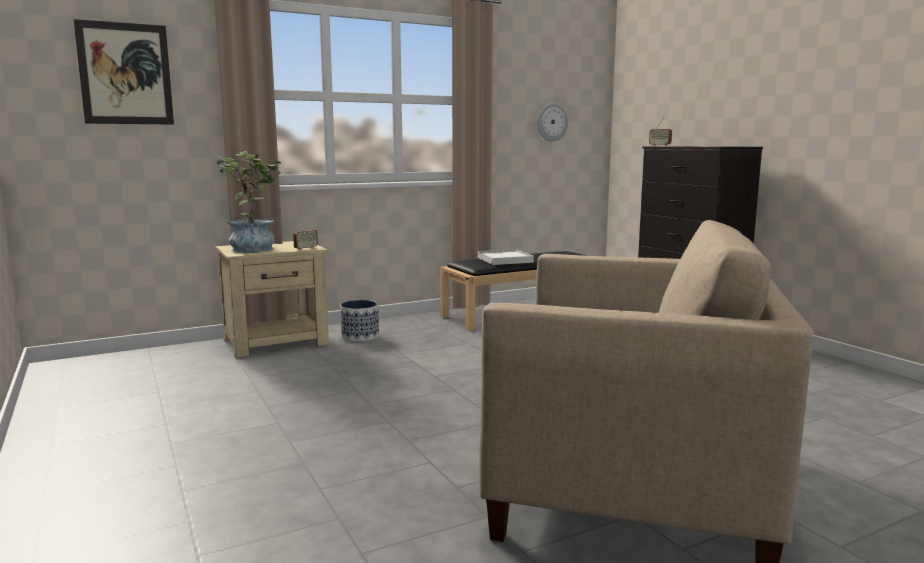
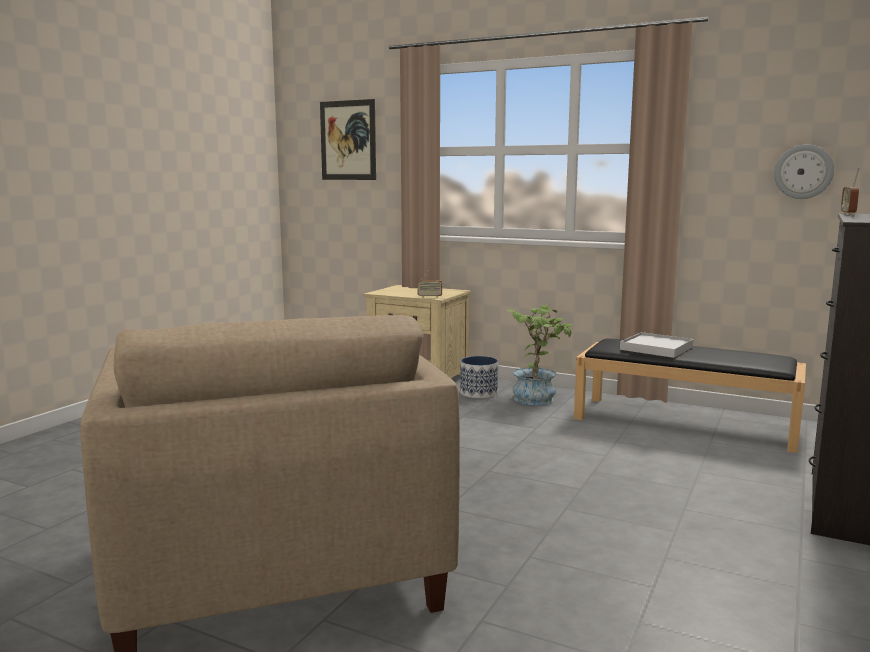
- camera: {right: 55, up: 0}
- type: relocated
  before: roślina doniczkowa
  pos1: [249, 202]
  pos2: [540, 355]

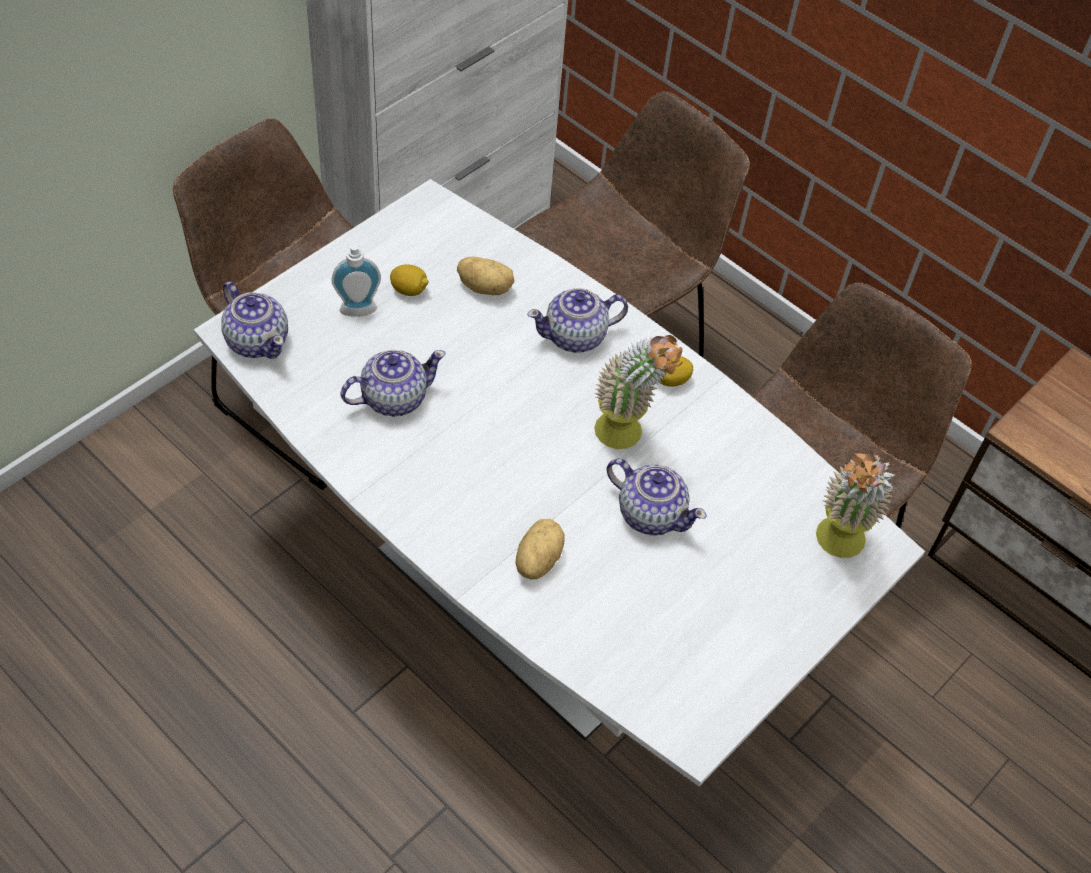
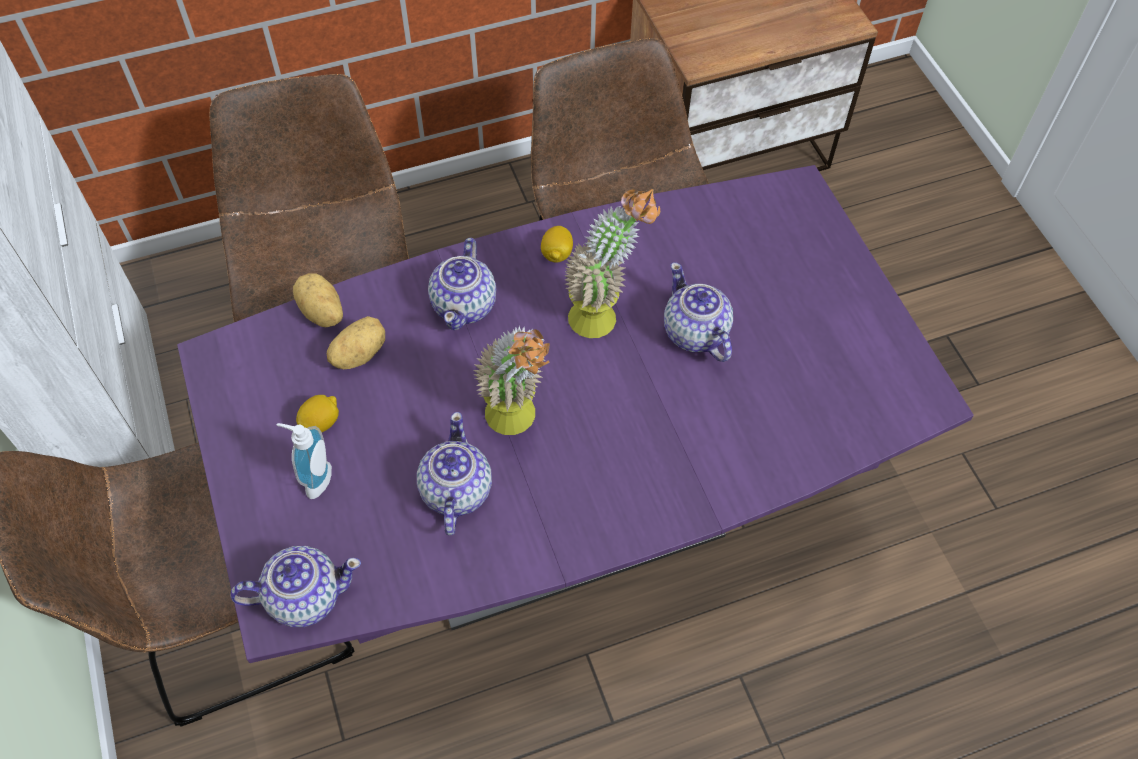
- camera: {right: -60, up: 5}
- type: colour
  before: stół jadalny (biały)
  after: stół jadalny (fioletowy)
  pos1: [559, 482]
  pos2: [575, 414]
- type: relocated
  before: roślina doniczkowa
  pos1: [855, 504]
  pos2: [511, 380]
- type: spun
  before: imbryk
  pos1: [657, 496]
  pos2: [698, 312]
  turn: -90
- type: relocated
  before: ziemniak
  pos1: [539, 549]
  pos2: [318, 300]

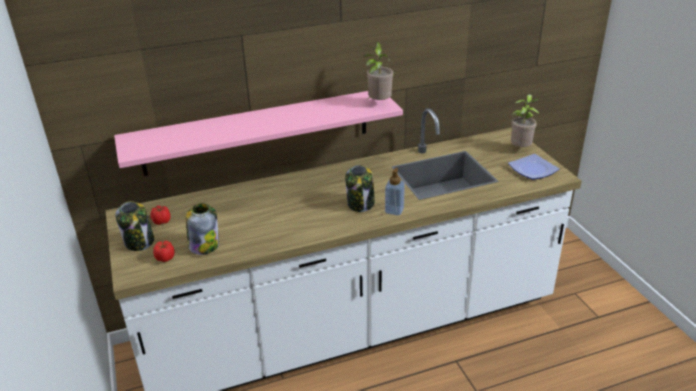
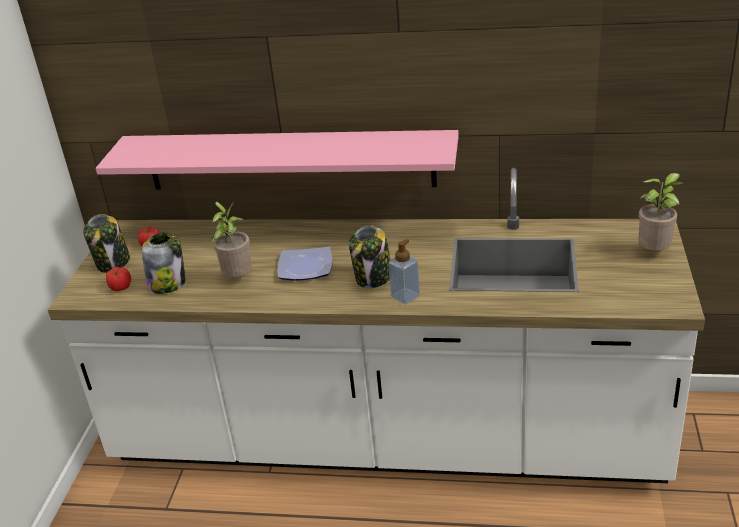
- camera: {right: 30, up: 0}
- type: relocated
  before: roślina doniczkowa
  pos1: [378, 71]
  pos2: [231, 239]
- type: relocated
  before: talerz
  pos1: [534, 167]
  pos2: [305, 264]

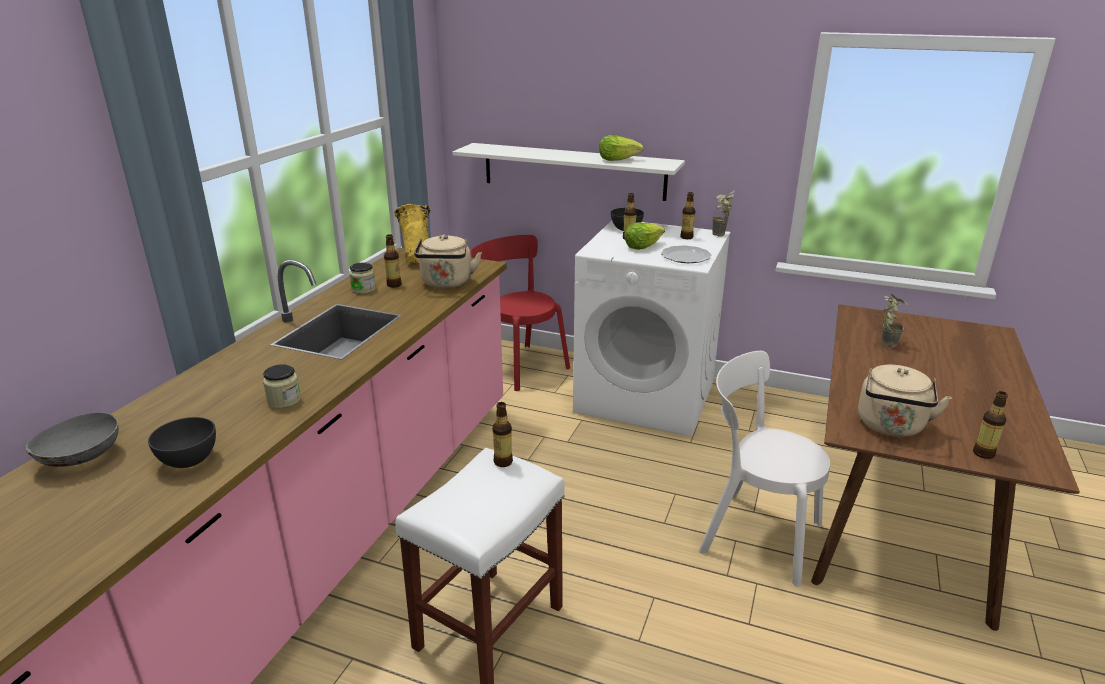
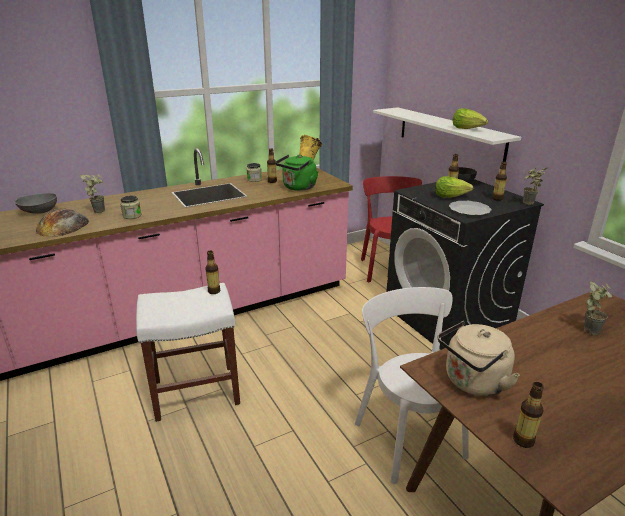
- camera: {right: 40, up: 0}
- type: colour
  before: pralka (biały)
  after: pralka (czarny)
  pos1: [651, 328]
  pos2: [465, 264]
- type: colour
  before: czajnik (beżowy)
  after: czajnik (zielony)
  pos1: [448, 262]
  pos2: [297, 172]
- type: exchanged
  before: miska (szary)
  after: chleb
  pos1: [182, 442]
  pos2: [62, 222]
- type: appeared
  after: roślina doniczkowa
  pos2: [92, 193]

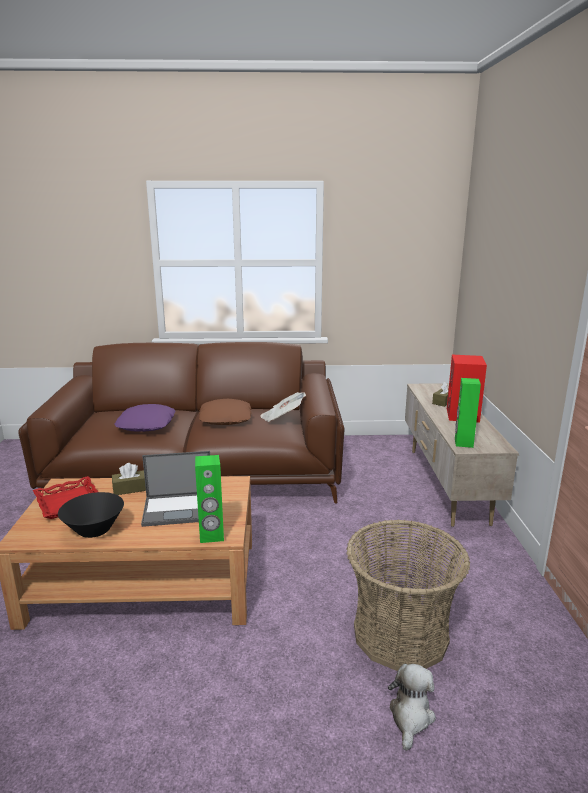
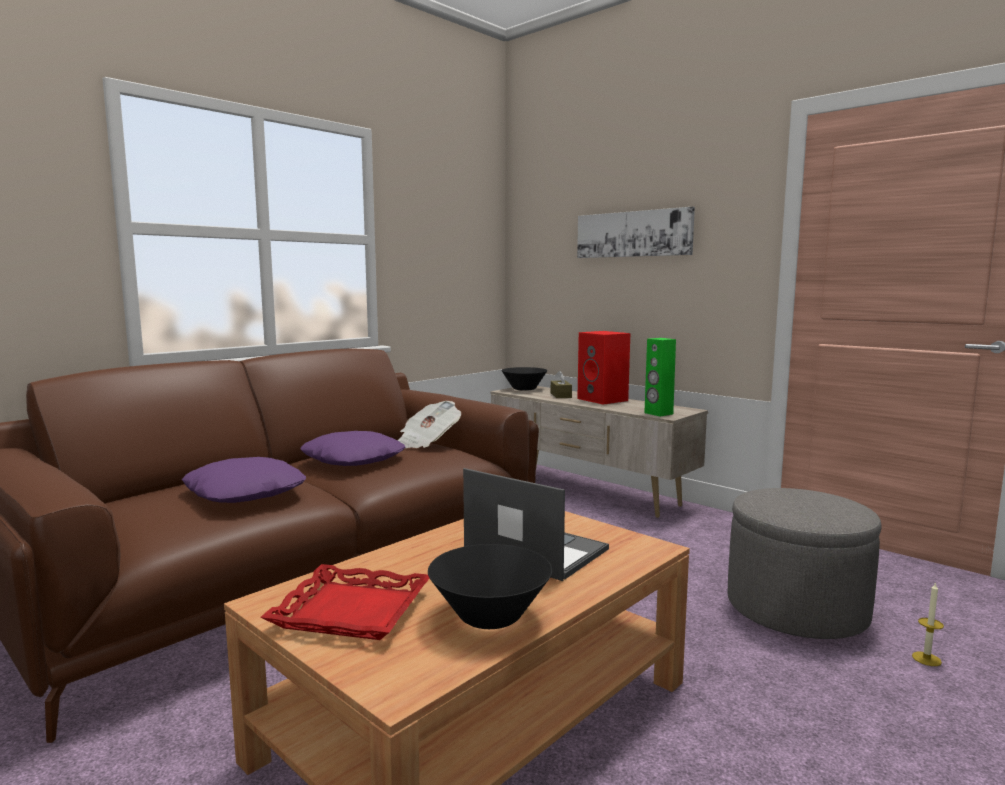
- camera: {right: -45, up: -10}
- type: colour
  before: poduszka (brązowy)
  after: poduszka (fioletowy)
  pos1: [225, 412]
  pos2: [353, 448]
- type: spun
  before: laptop
  pos1: [175, 489]
  pos2: [536, 524]
  turn: -90
- type: missing
  before: głośnik (zielony)
  pos1: [209, 499]
- type: missing
  before: pudełko chusteczek (brązowy)
  pos1: [129, 479]
- type: exchanged
  before: koszyk
  after: pufa (szary)
  pos1: [408, 595]
  pos2: [804, 563]
- type: exchanged
  before: pluszak
  after: świeca
  pos1: [412, 707]
  pos2: [928, 624]
- type: appeared
  after: obraz
  pos2: [636, 232]
- type: appeared
  after: miska (czarny)
  pos2: [524, 379]

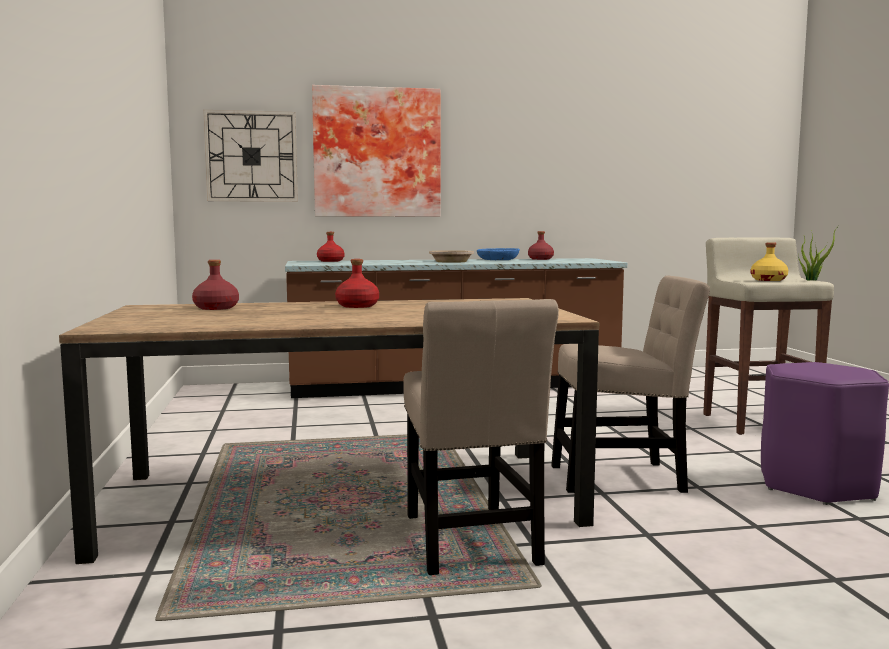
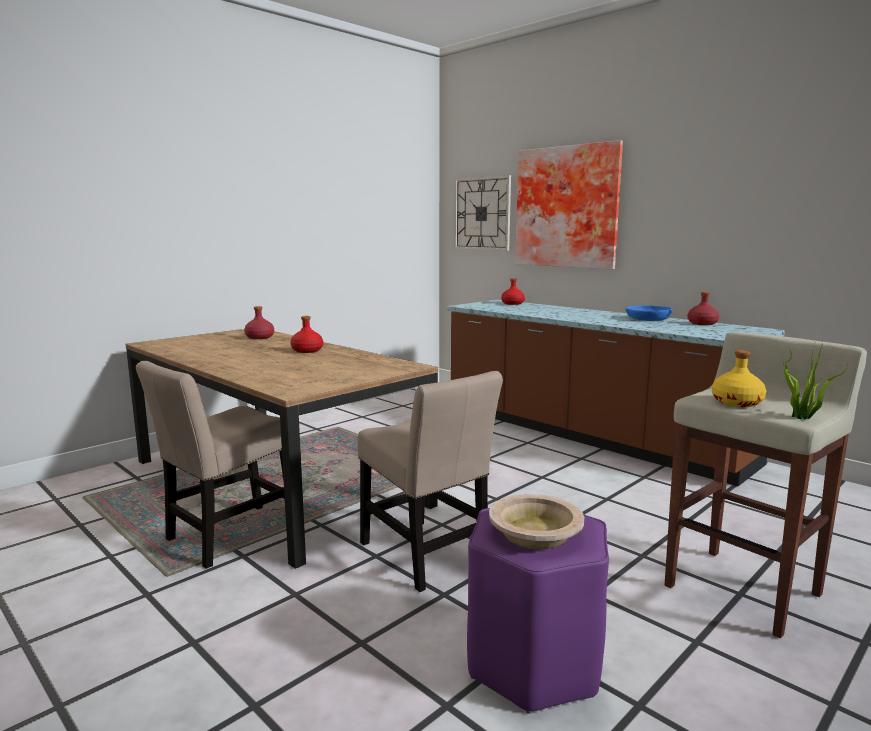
- camera: {right: 55, up: 5}
- type: relocated
  before: miska (beżowy)
  pos1: [451, 256]
  pos2: [536, 521]

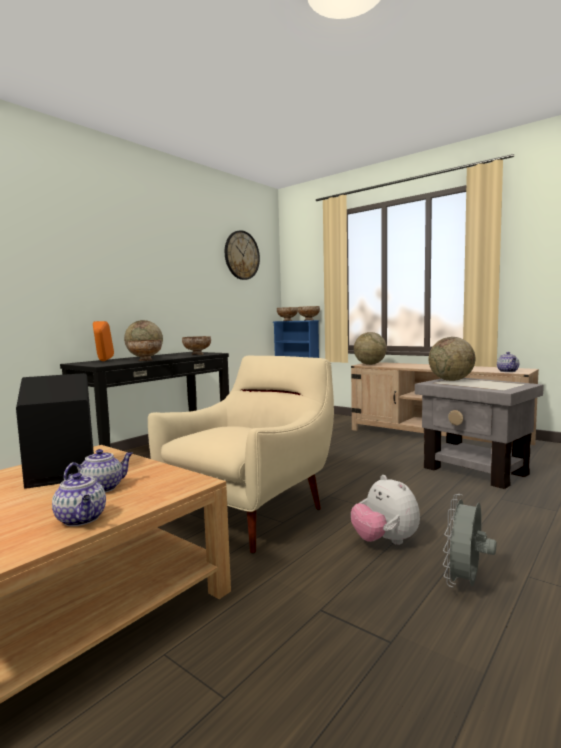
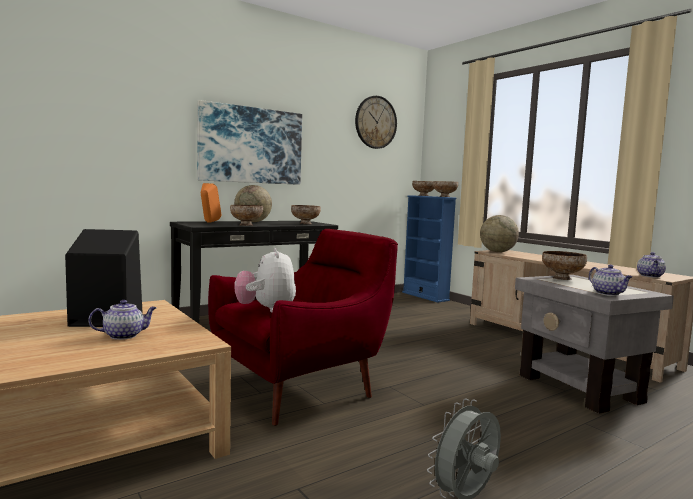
- camera: {right: 15, up: 0}
- type: exchanged
  before: globus
  after: miska
  pos1: [452, 359]
  pos2: [564, 265]
- type: colour
  before: fotel (beżowy)
  after: fotel (czerwony)
  pos1: [241, 455]
  pos2: [303, 327]
- type: relocated
  before: imbryk
  pos1: [79, 499]
  pos2: [610, 280]
- type: relocated
  before: pluszak
  pos1: [385, 510]
  pos2: [265, 280]
- type: appeared
  after: obraz
  pos2: [249, 142]

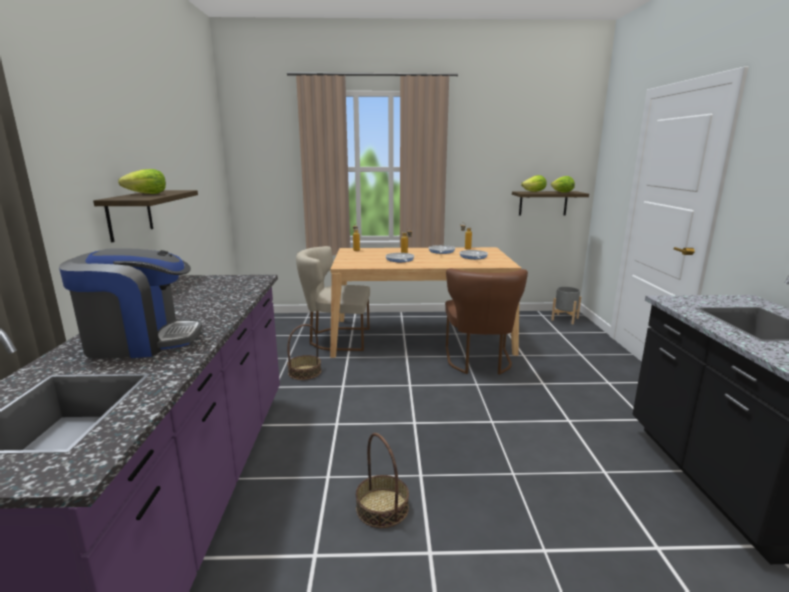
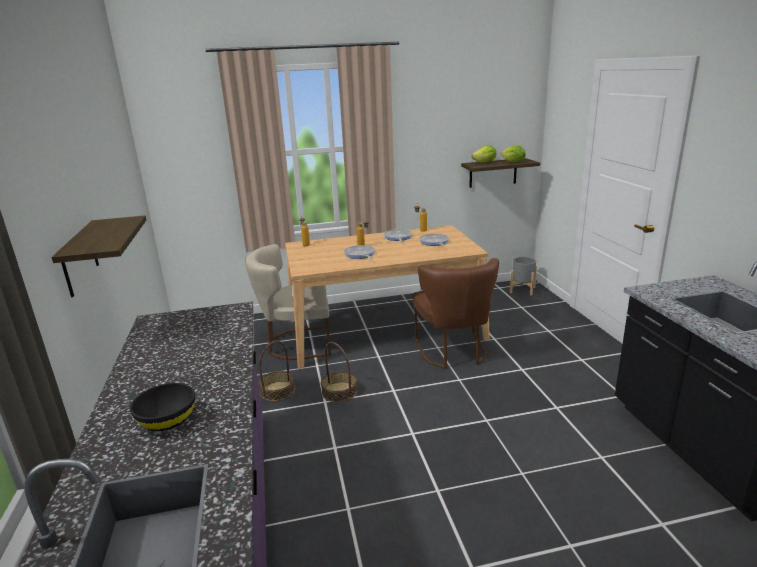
- camera: {right: -10, up: 5}
- type: missing
  before: sałata
  pos1: [142, 181]
- type: exchanged
  before: ekspres do kawy
  after: miska (czarny)
  pos1: [130, 303]
  pos2: [162, 407]
- type: relocated
  before: koszyk
  pos1: [382, 480]
  pos2: [339, 372]

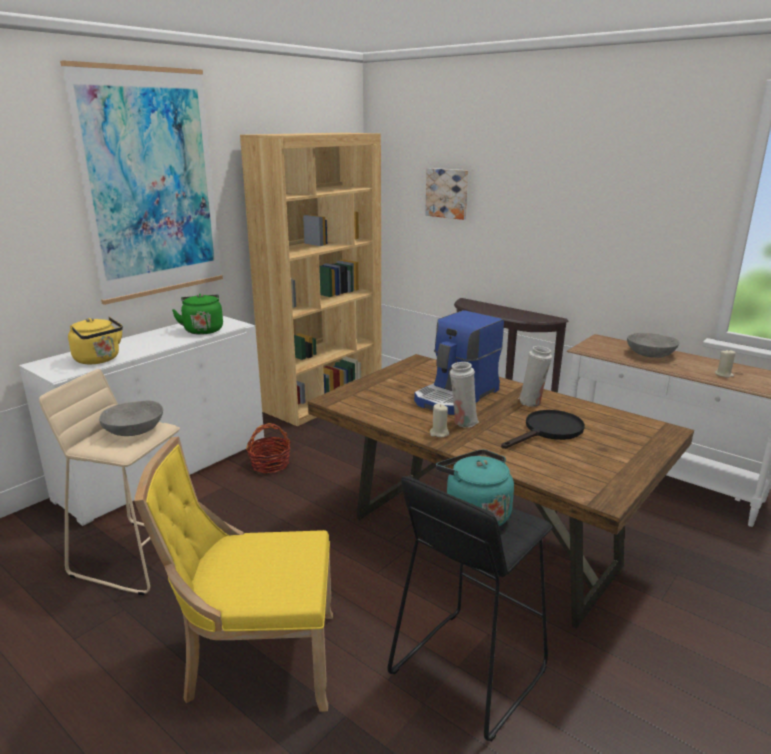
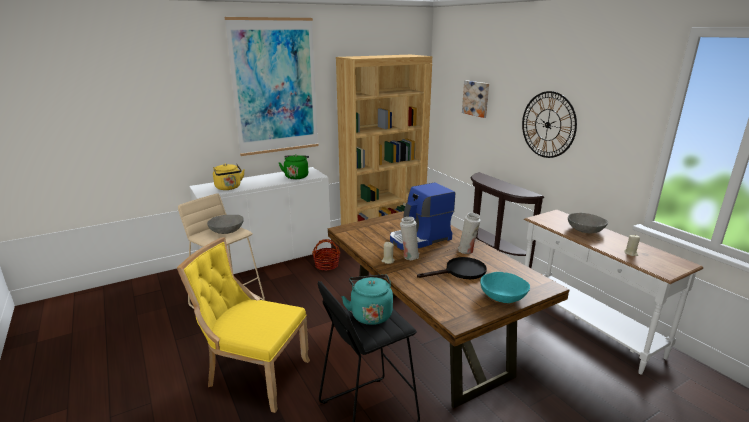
- camera: {right: 20, up: 0}
- type: appeared
  after: zegar ścienny
  pos2: [549, 124]
- type: appeared
  after: miska (turkusowy)
  pos2: [505, 287]

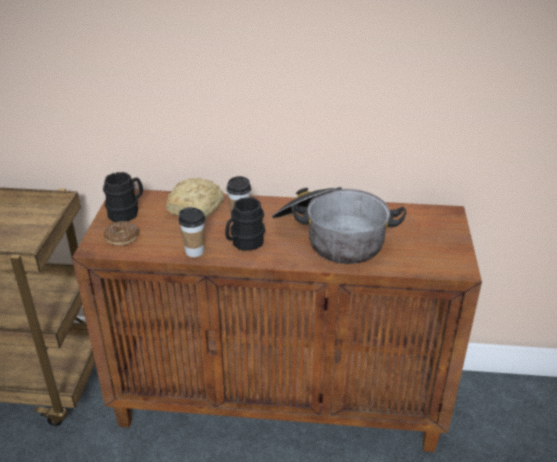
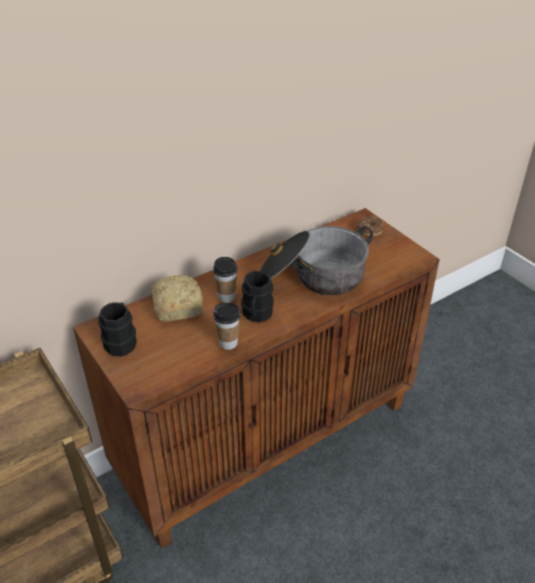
- camera: {right: -40, up: 5}
- type: relocated
  before: donut
  pos1: [121, 233]
  pos2: [370, 226]

